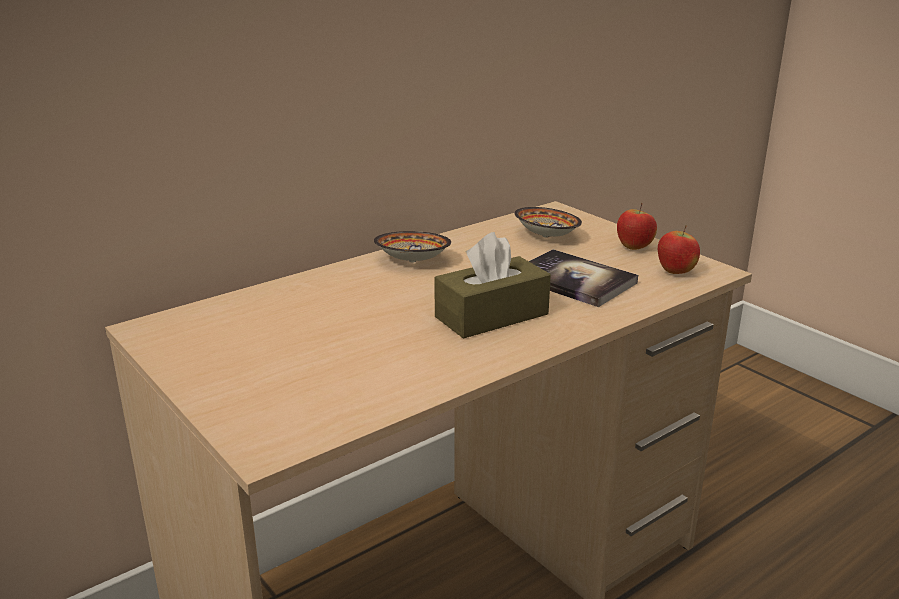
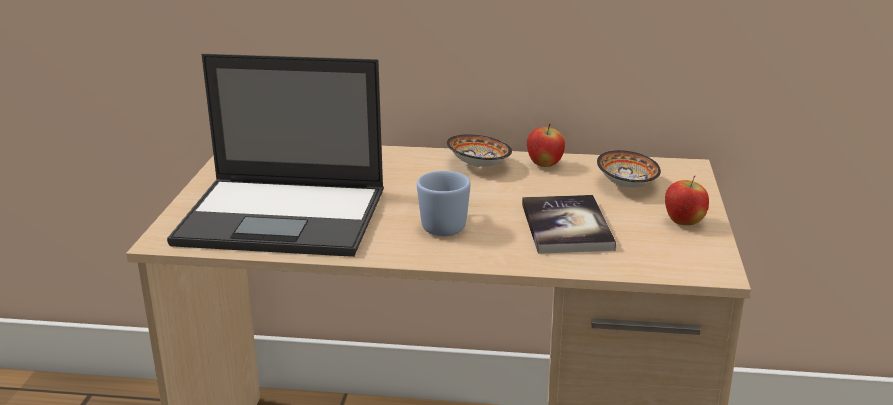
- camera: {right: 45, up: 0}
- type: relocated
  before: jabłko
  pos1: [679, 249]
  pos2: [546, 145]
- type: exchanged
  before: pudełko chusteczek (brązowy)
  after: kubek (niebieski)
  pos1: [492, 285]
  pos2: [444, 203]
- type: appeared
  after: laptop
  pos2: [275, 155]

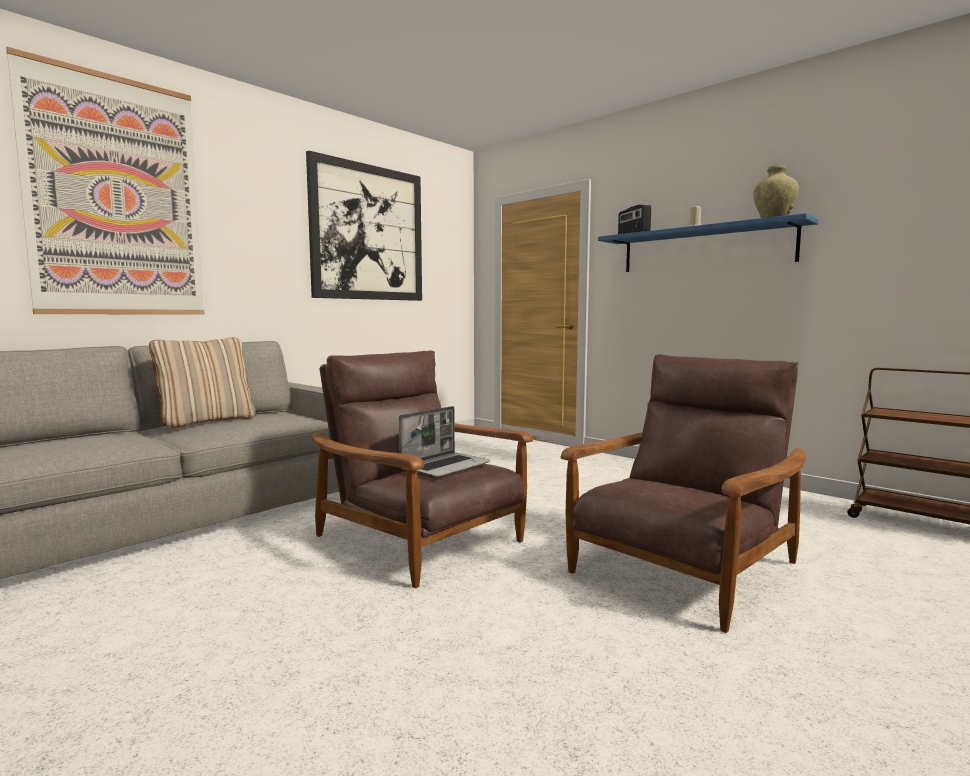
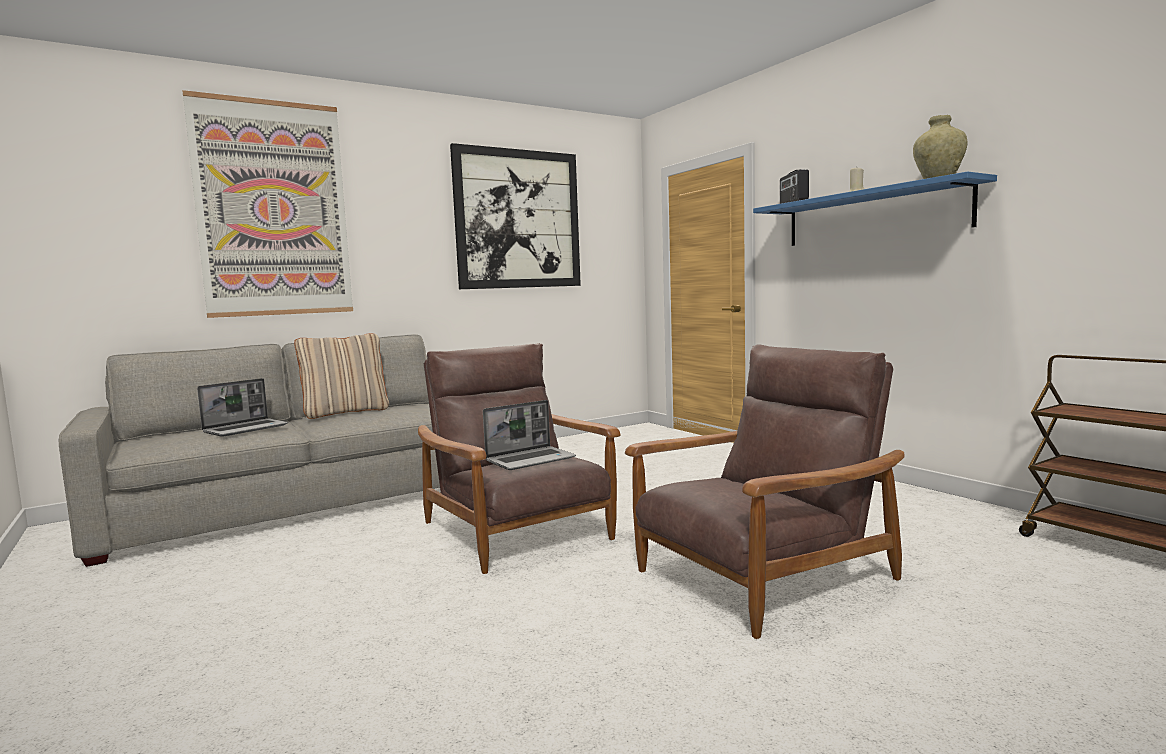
- camera: {right: 15, up: 0}
- type: appeared
  after: laptop
  pos2: [242, 407]

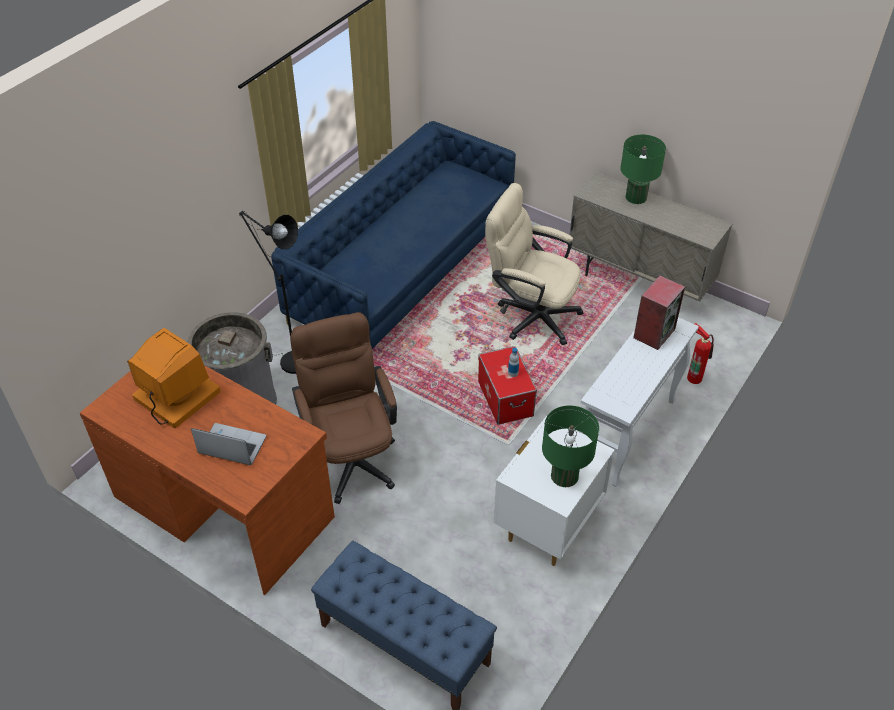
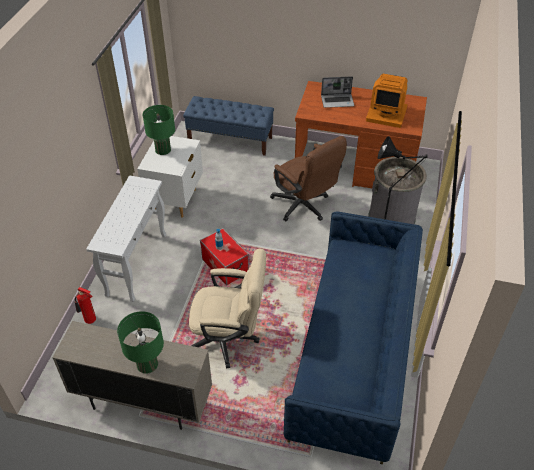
- camera: {right: 160, up: 0}
- type: missing
  before: głośnik
  pos1: [659, 313]

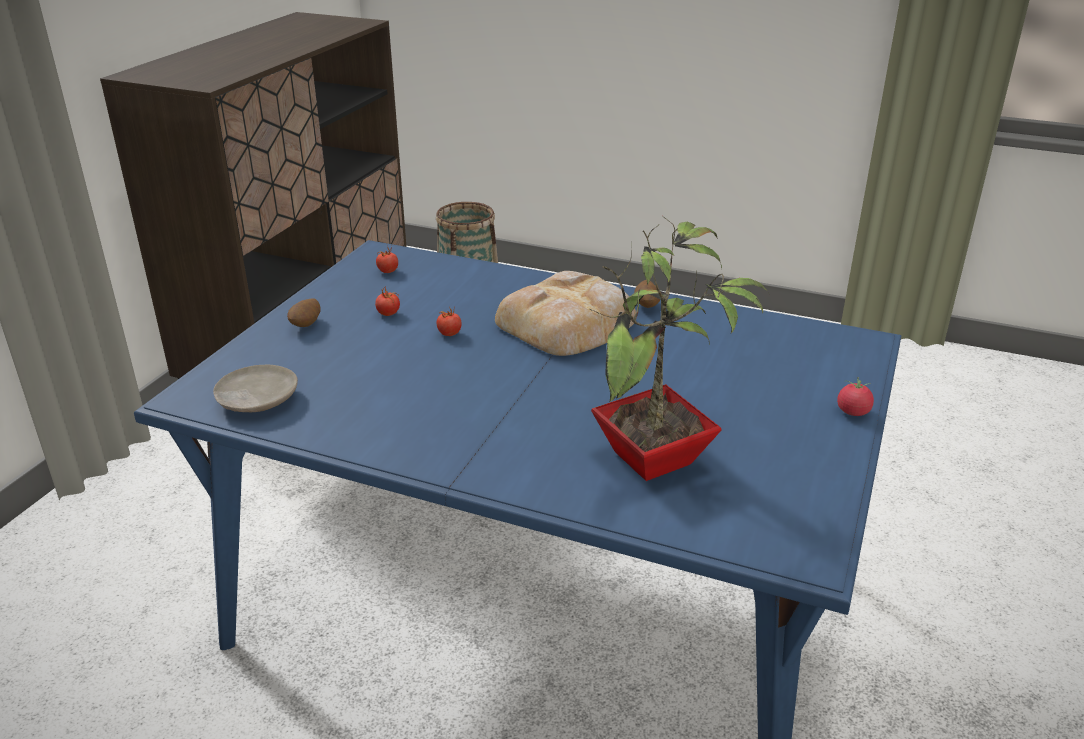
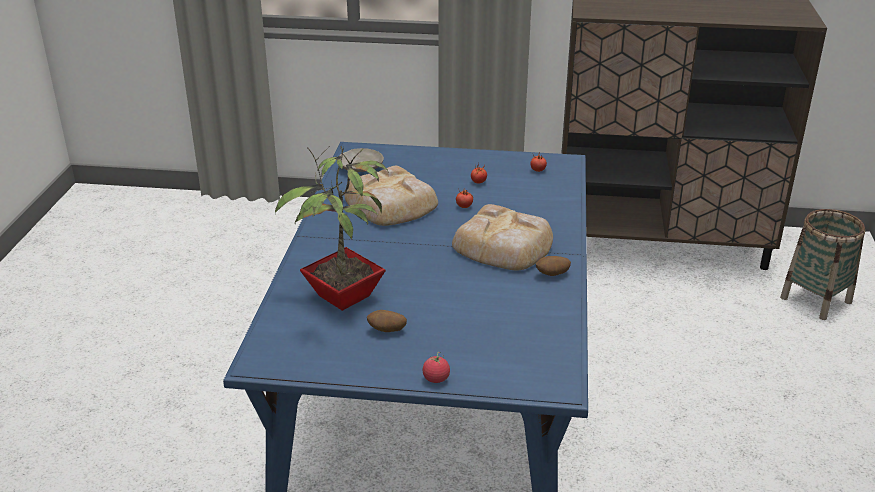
- camera: {right: 75, up: 0}
- type: relocated
  before: ziemniak
  pos1: [304, 312]
  pos2: [387, 321]
- type: appeared
  after: chleb
  pos2: [391, 196]

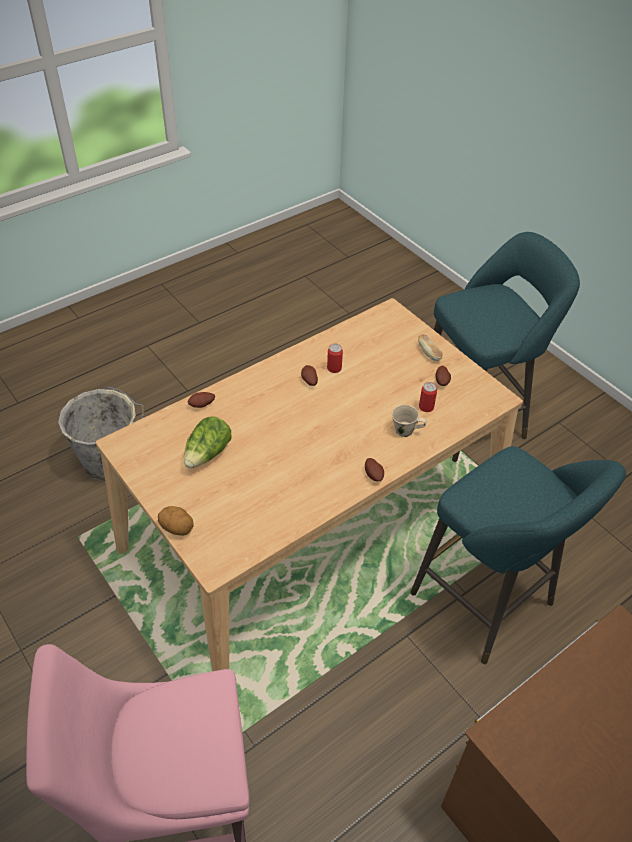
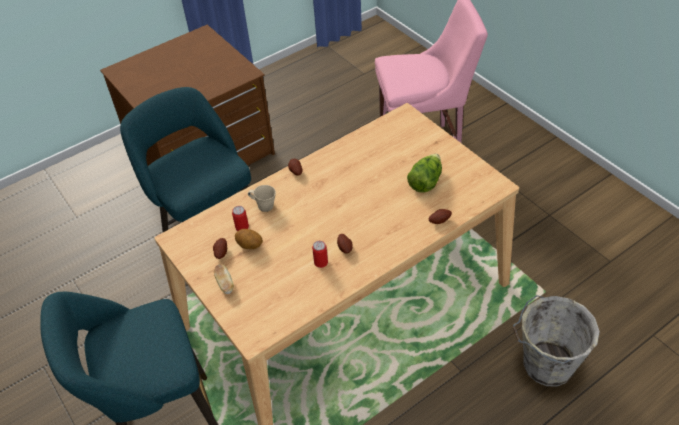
- camera: {right: -175, up: 0}
- type: relocated
  before: ziemniak
  pos1: [176, 521]
  pos2: [249, 239]

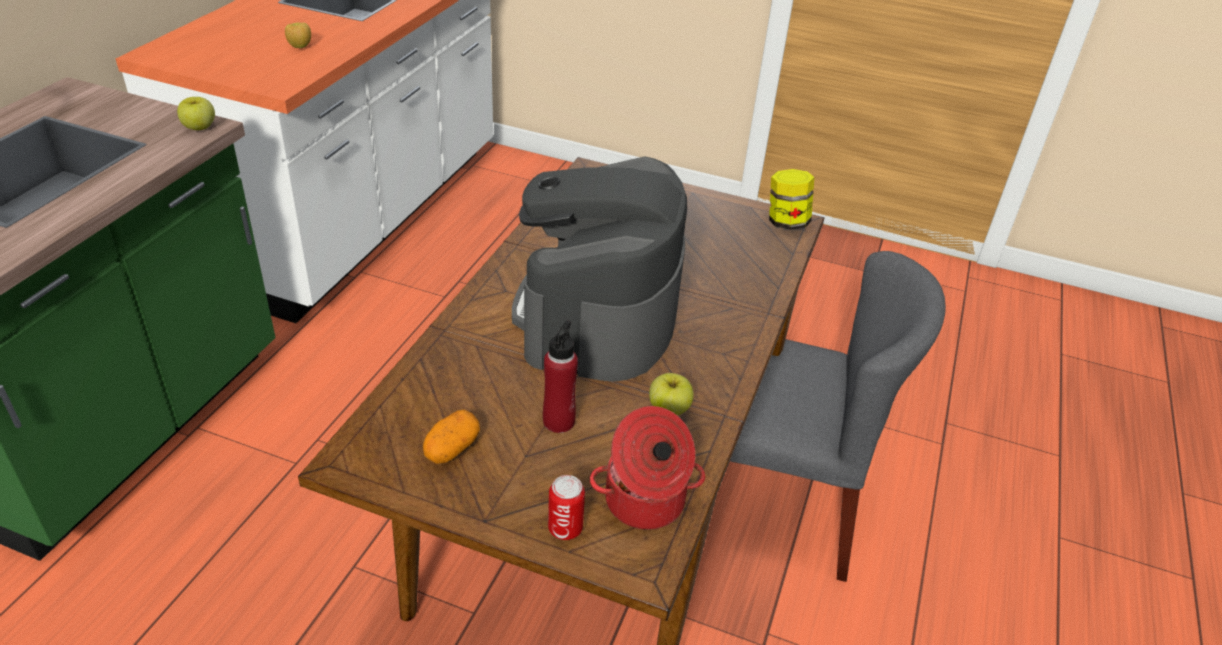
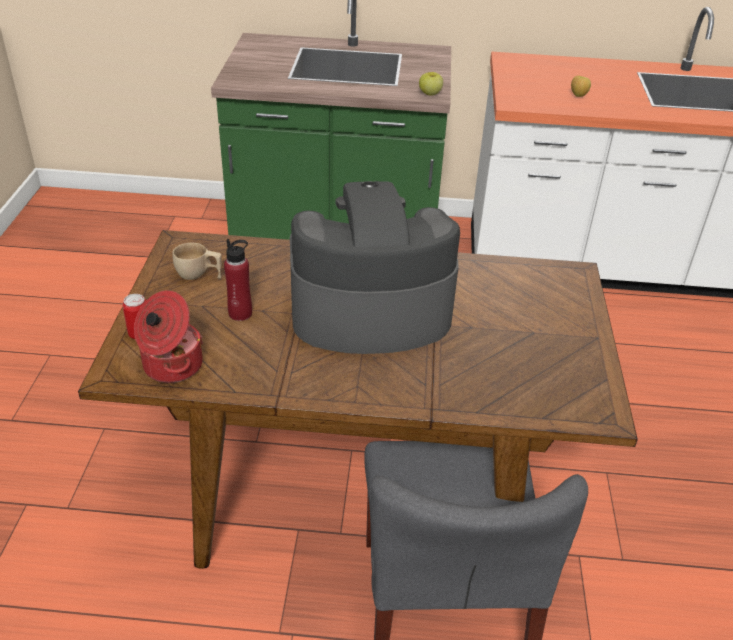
- camera: {right: 75, up: 0}
- type: missing
  before: słoik
  pos1: [791, 199]
- type: missing
  before: jabłko
  pos1: [671, 394]
- type: exchanged
  before: ziemniak
  after: filiżanka (beżowy)
  pos1: [451, 436]
  pos2: [197, 261]

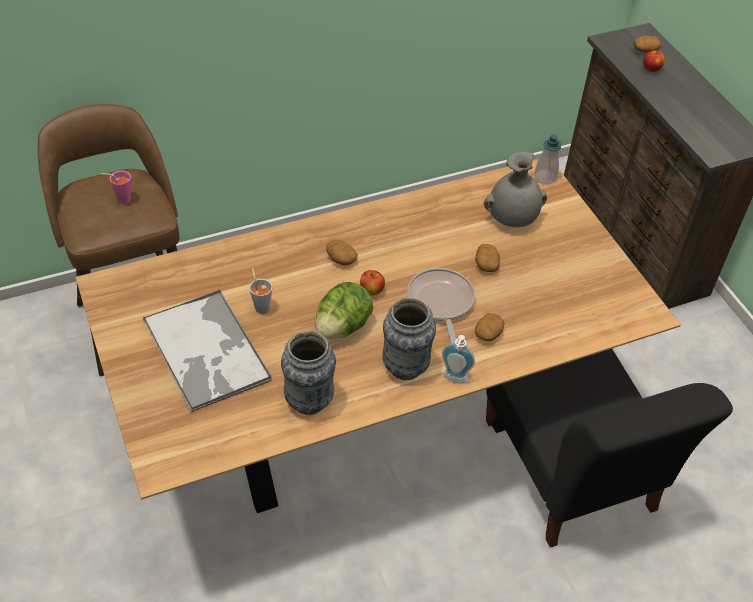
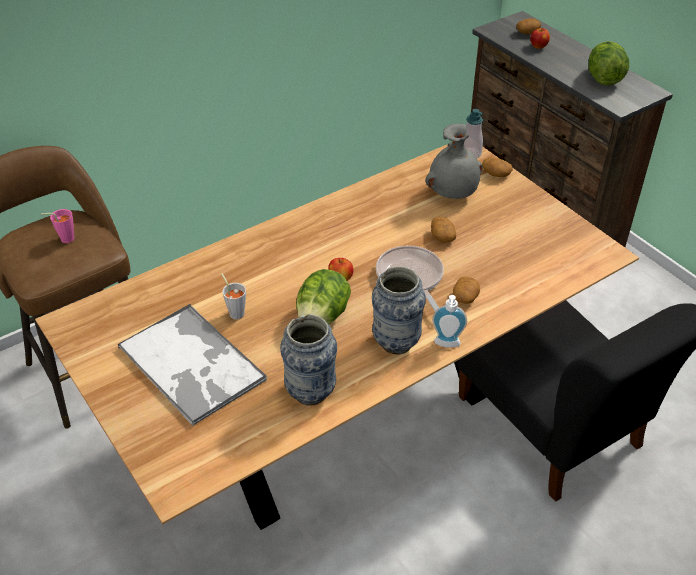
- camera: {right: -10, up: -5}
- type: relocated
  before: ziemniak
  pos1: [342, 253]
  pos2: [497, 167]
- type: appeared
  after: sałata
  pos2: [609, 63]

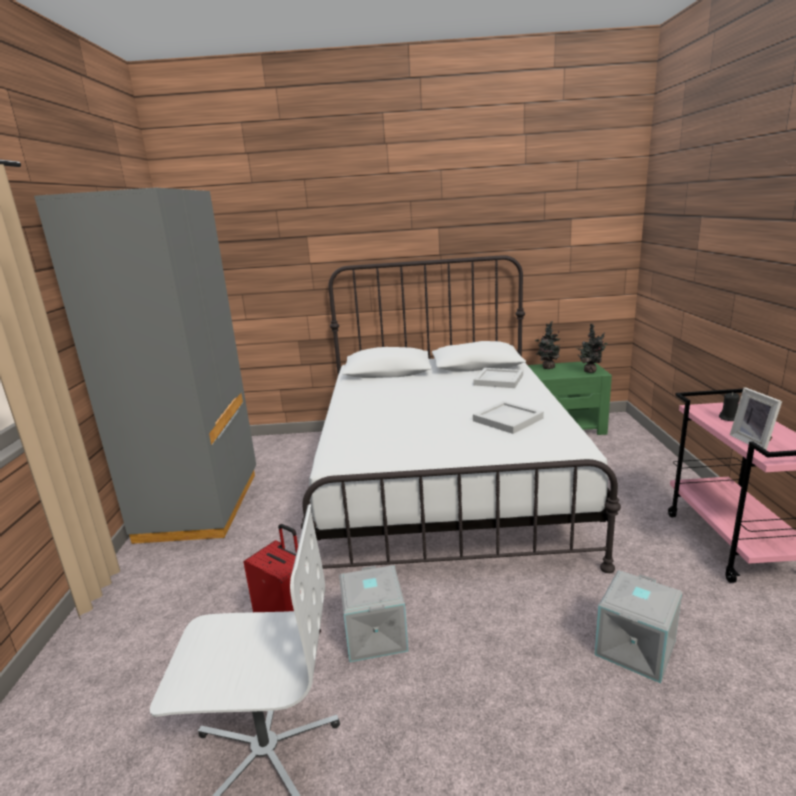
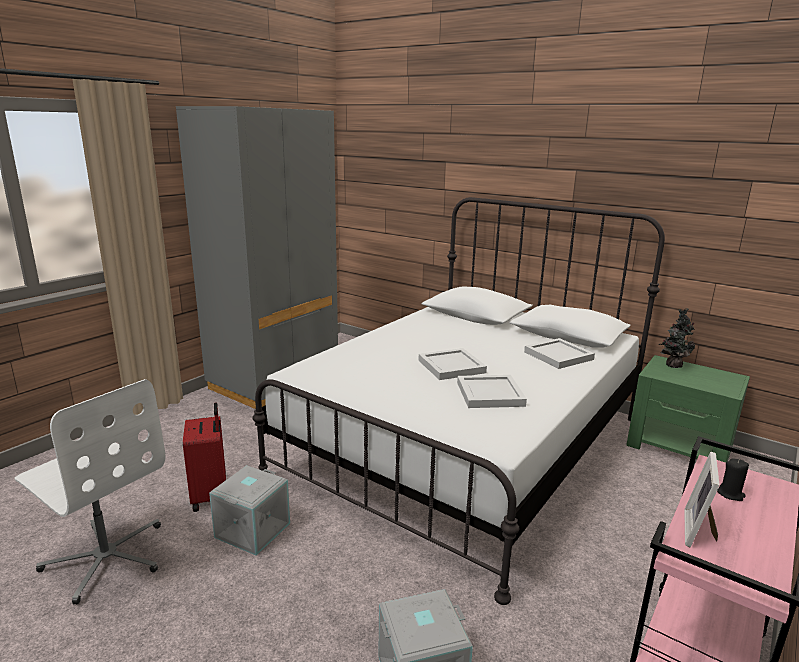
- camera: {right: 35, up: 0}
- type: missing
  before: roślina doniczkowa
  pos1: [592, 348]
- type: appeared
  after: taca (biały)
  pos2: [452, 364]

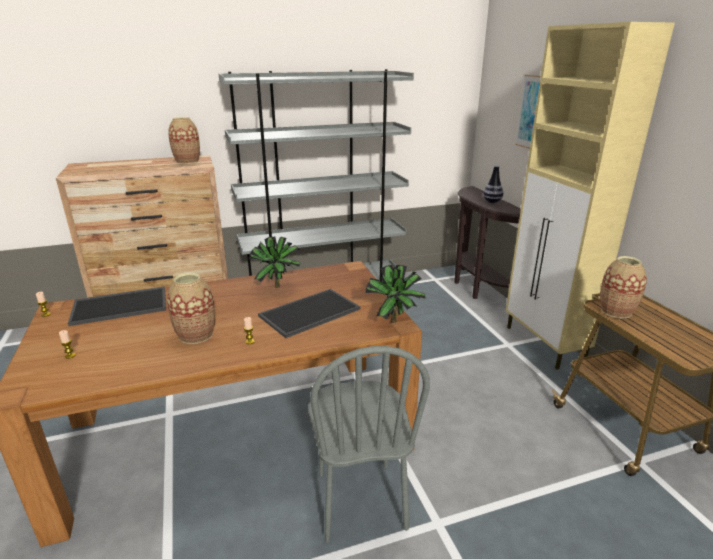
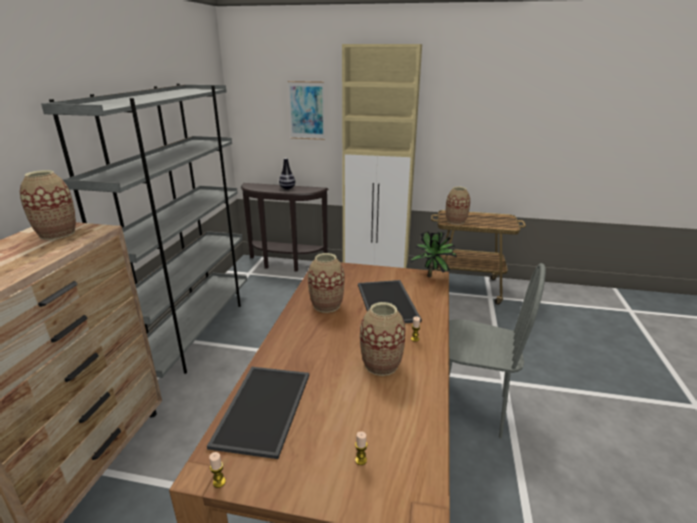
- camera: {right: -60, up: 0}
- type: exchanged
  before: roślina doniczkowa
  after: wazon
  pos1: [275, 262]
  pos2: [326, 283]

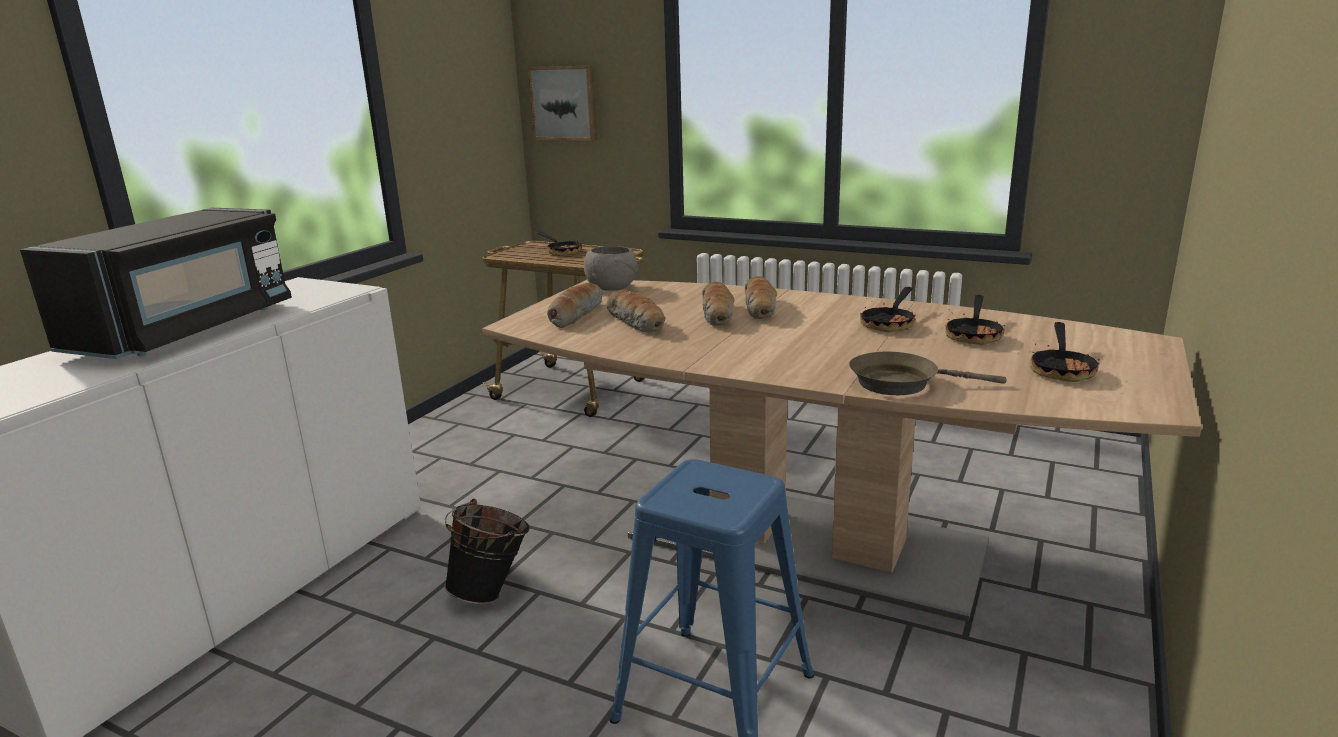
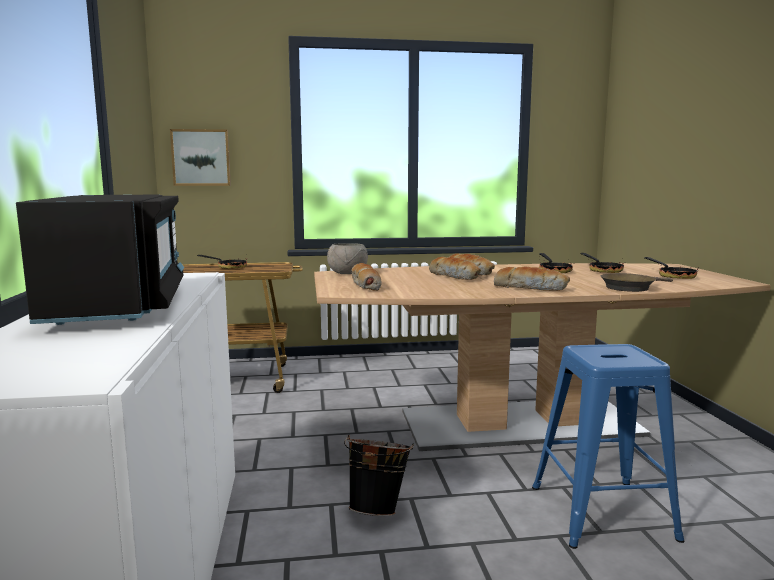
- camera: {right: -35, up: -10}
- type: relocated
  before: chleb
  pos1: [635, 311]
  pos2: [532, 278]

